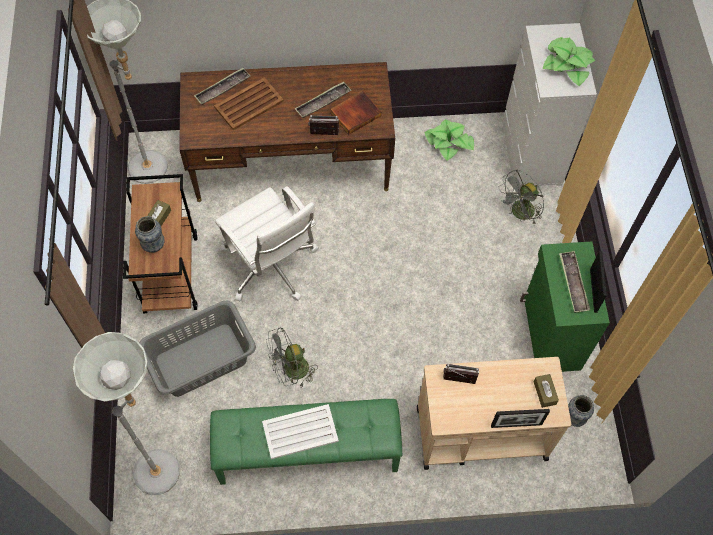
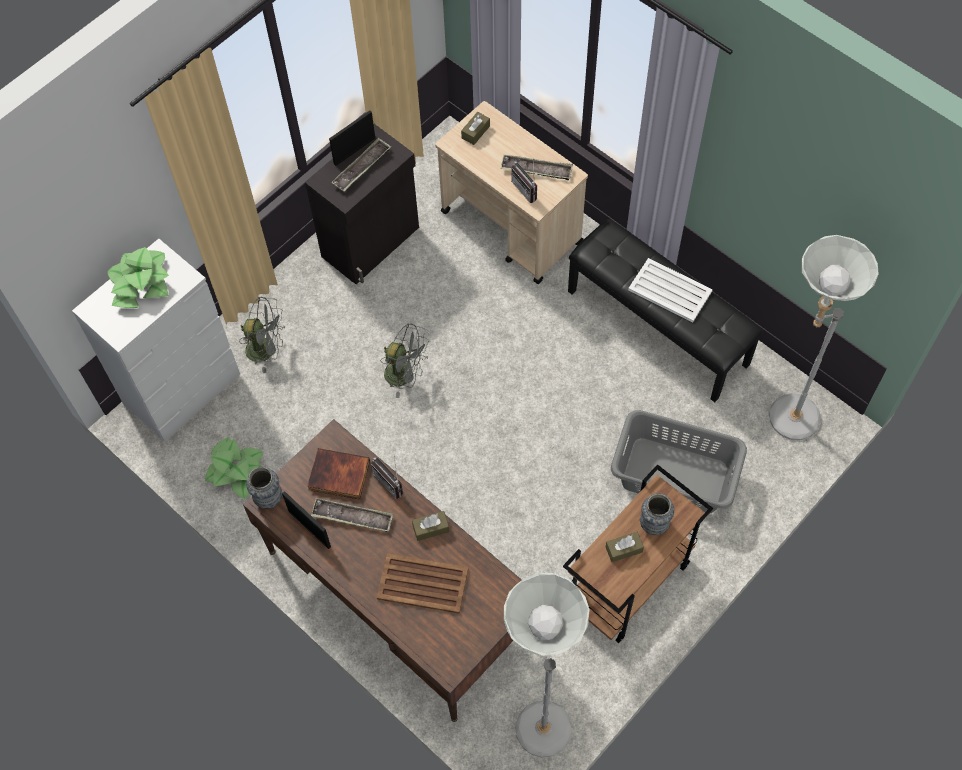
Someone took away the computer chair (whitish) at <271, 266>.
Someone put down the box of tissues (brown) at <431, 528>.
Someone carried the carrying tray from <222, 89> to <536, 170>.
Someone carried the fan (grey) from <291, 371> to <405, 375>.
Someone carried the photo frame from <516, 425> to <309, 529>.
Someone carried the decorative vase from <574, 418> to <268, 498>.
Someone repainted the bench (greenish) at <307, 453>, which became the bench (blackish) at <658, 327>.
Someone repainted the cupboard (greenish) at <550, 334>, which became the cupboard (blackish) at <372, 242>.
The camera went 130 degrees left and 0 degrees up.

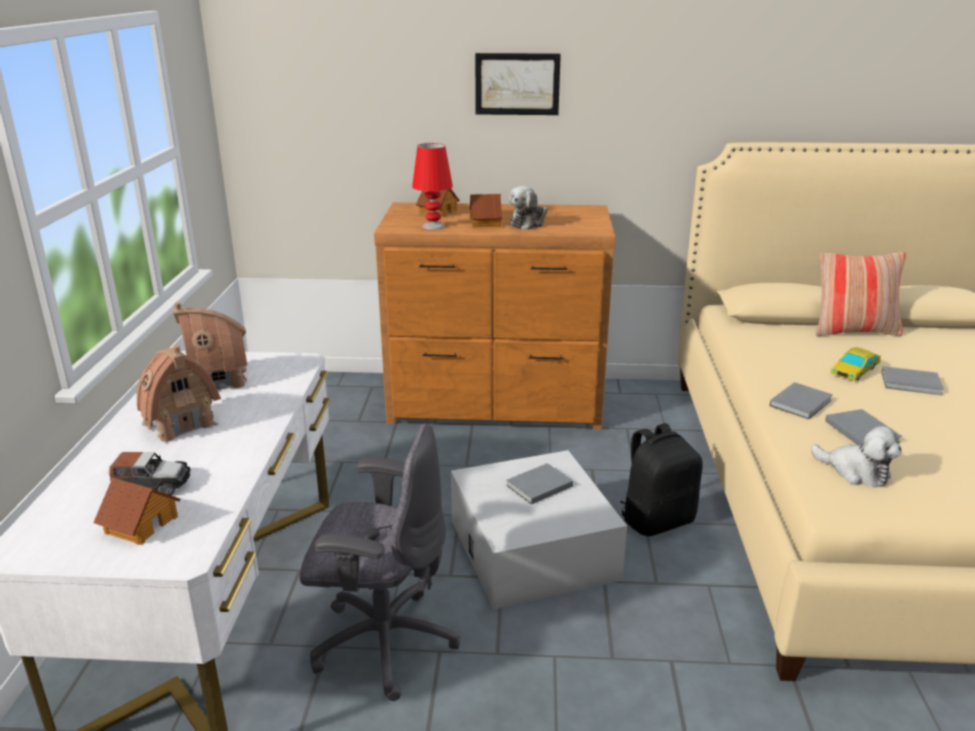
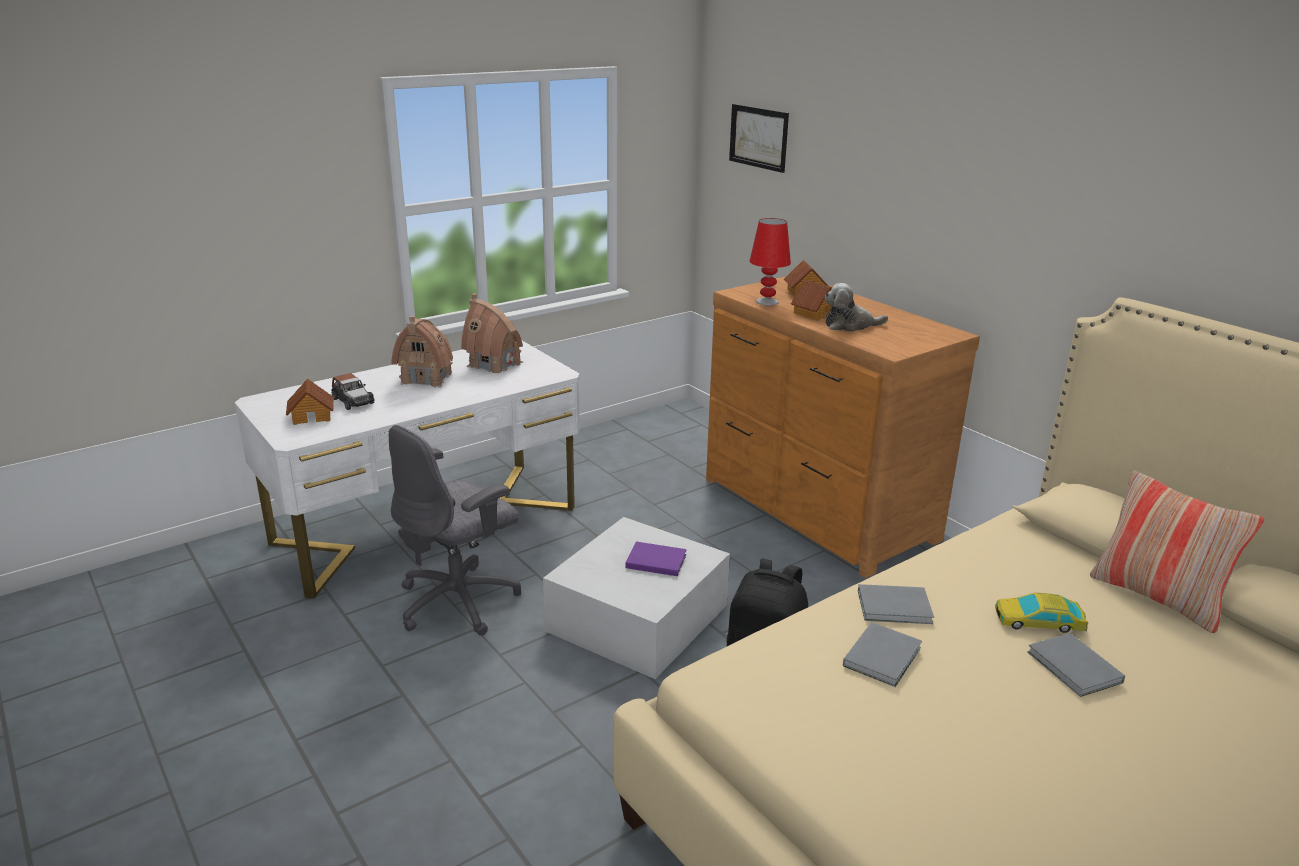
Someone took away the cuddly toy at <856, 472>.
Someone carried the picture from <517, 84> to <758, 137>.
Someone repainted the book (grey) at <537, 486>, which became the book (purplish) at <654, 560>.
Someone rotated the computer chair (grey) at <382, 642> by 75 degrees clockwise.
The camera went 50 degrees right and 0 degrees up.

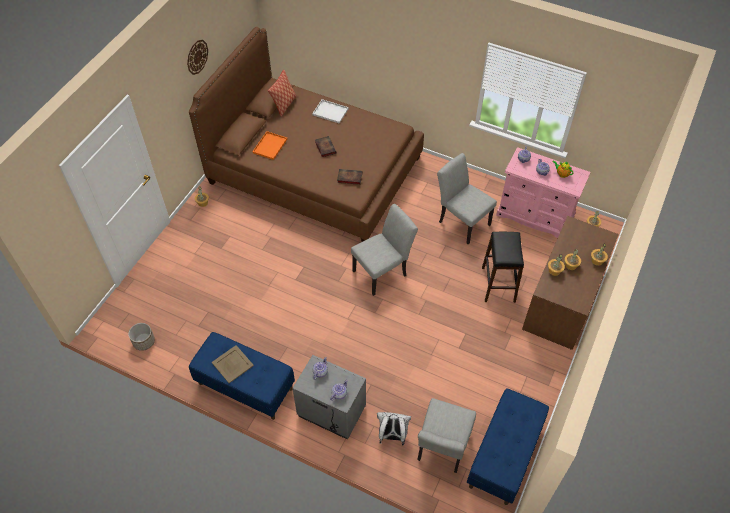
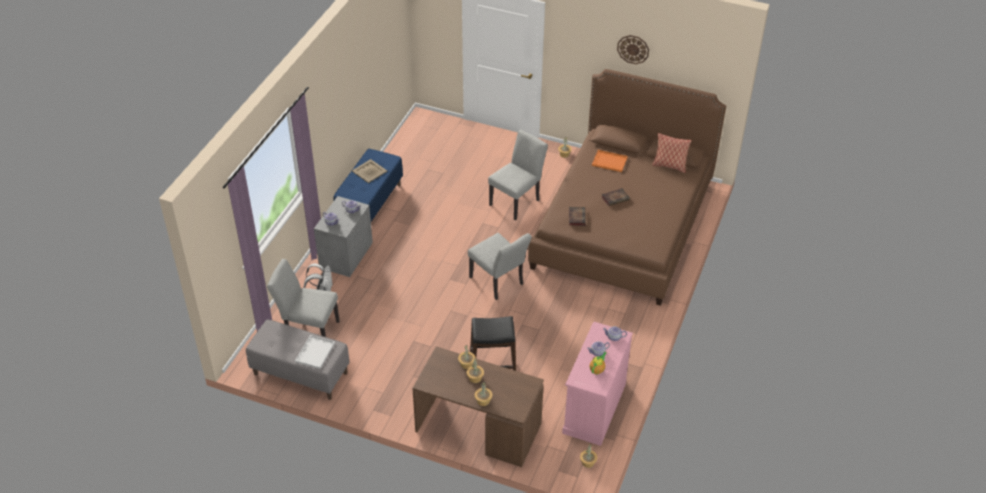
Someone took away the plant pot at <144, 341>.
Someone carried the carrying tray (whitish) from <331, 112> to <315, 353>.
Someone carried the chair (grey) from <461, 221> to <517, 201>.
Someone repainted the bench (blue-coloured) at <504, 456>, which became the bench (grey) at <300, 373>.
The camera went 85 degrees right and 10 degrees down.

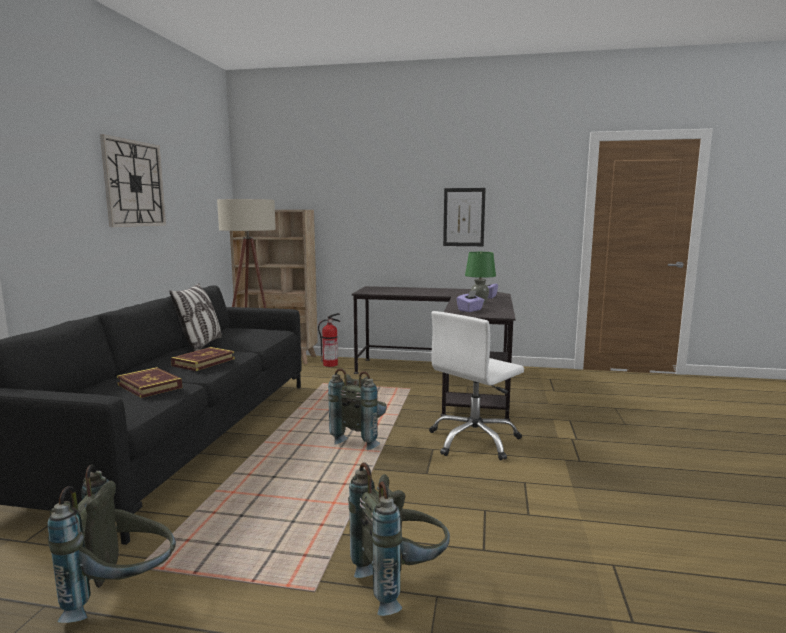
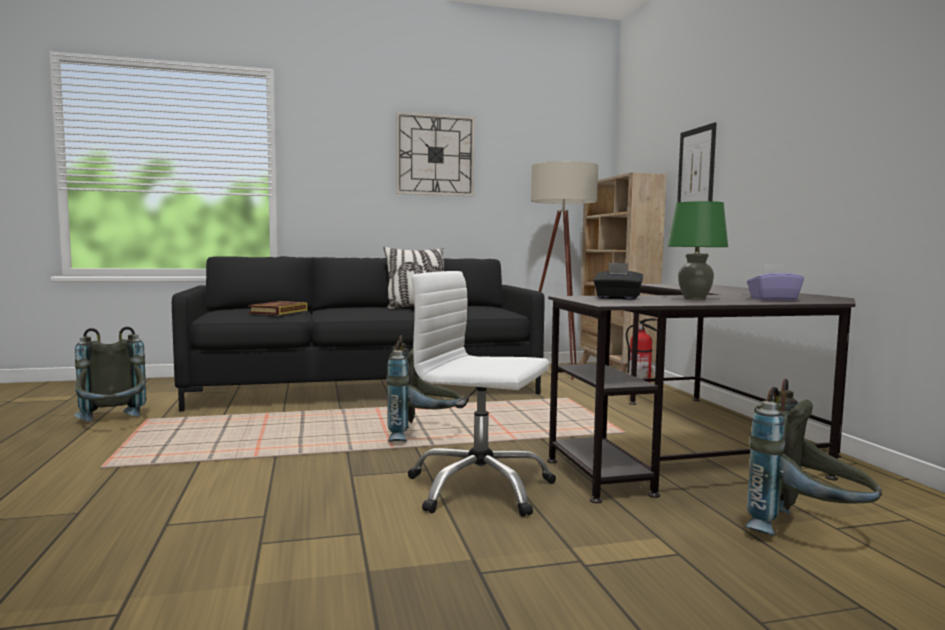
Someone took away the book at <203, 362>.
Someone carried the backpack (grey) from <401, 582> to <806, 533>.
Someone carried the picture from <464, 217> to <696, 169>.
Someone repainted the box of tissues (purplish) at <470, 310>, which became the box of tissues (blackish) at <617, 298>.
The camera went 65 degrees right and 5 degrees down.

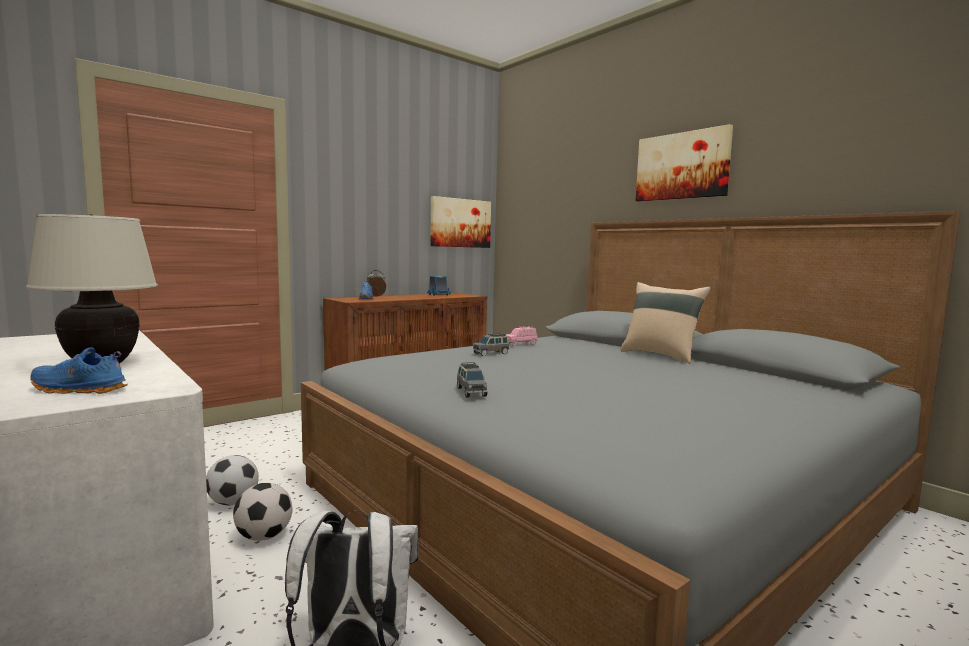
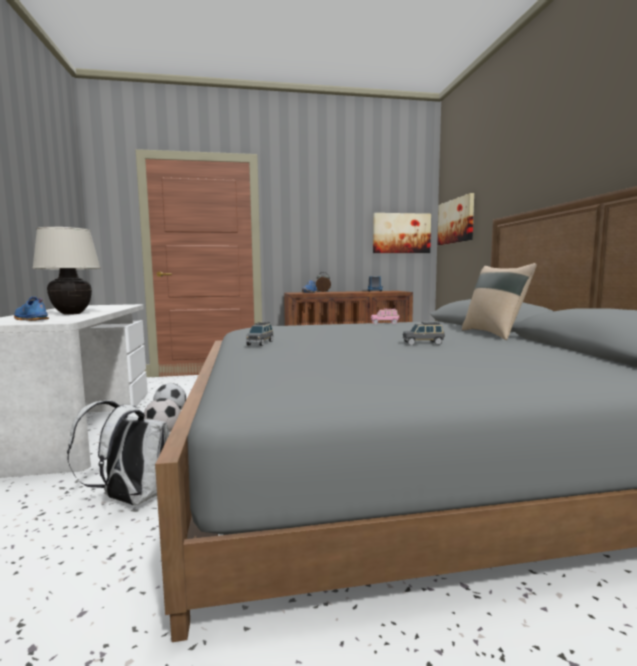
Someone carried the model car (grey) from <491, 353> to <423, 343>.
Someone carried the picture from <682, 166> to <456, 221>.
The camera went 30 degrees right and 0 degrees up.

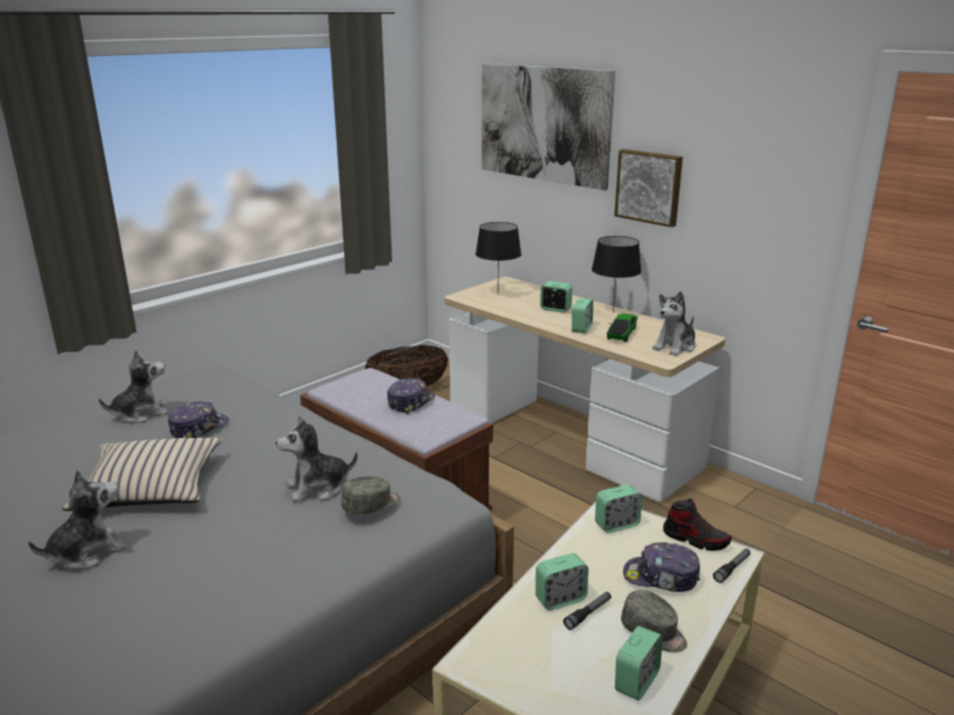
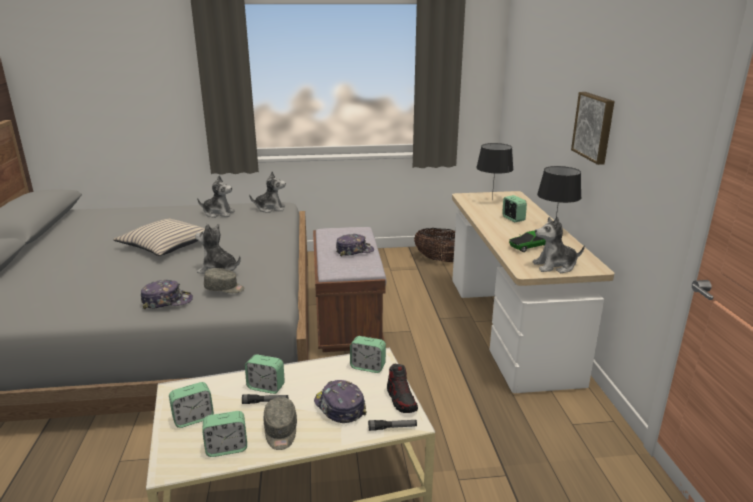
Someone took away the picture at <543, 124>.
Someone carried the cuddly toy from <87, 552> to <270, 208>.
Someone carried the peaked cap from <199, 428> to <167, 301>.
Someone carried the table clock from <581, 328> to <193, 418>.
The camera went 40 degrees right and 0 degrees up.

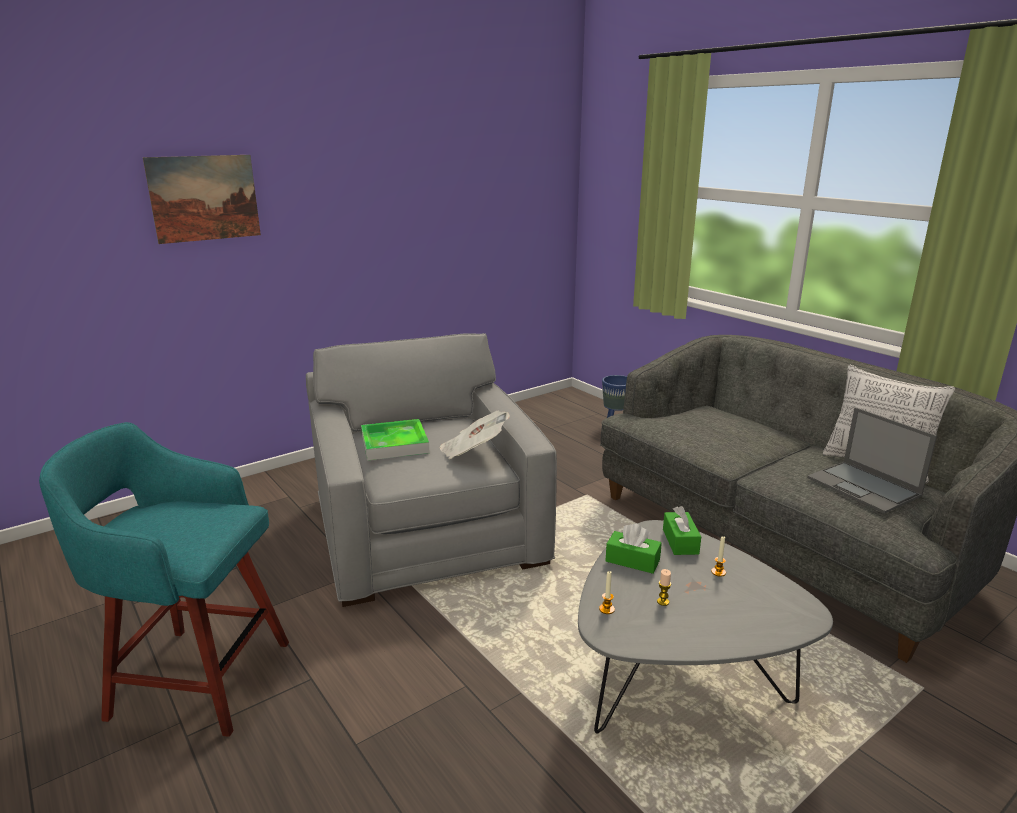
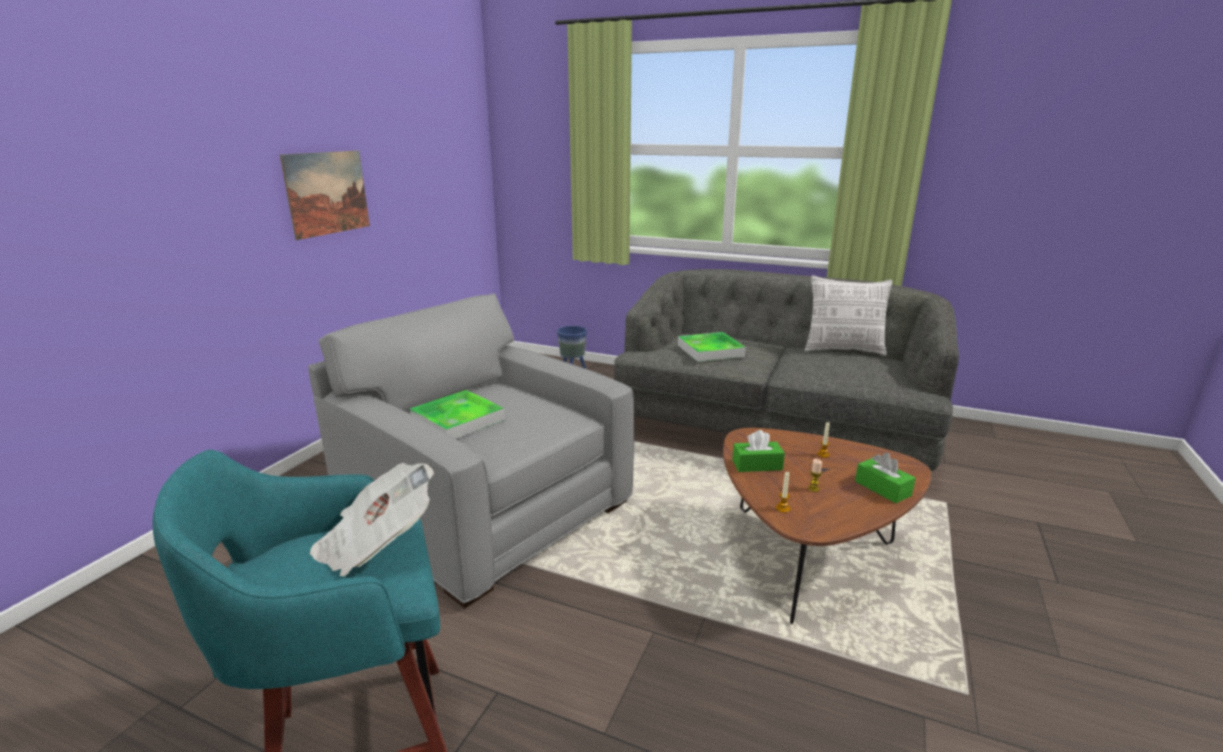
Someone took away the laptop at <864, 487>.
Someone put down the carrying tray at <710, 350>.
Someone carried the picture from <204, 198> to <327, 193>.
Someone carried the printed paper from <473, 451> to <376, 543>.
Someone carried the box of tissues (greenish) from <680, 541> to <882, 488>.
Someone repainted the low table (grey) at <678, 680>, which became the low table (brown) at <806, 557>.
The camera went 30 degrees left and 0 degrees up.

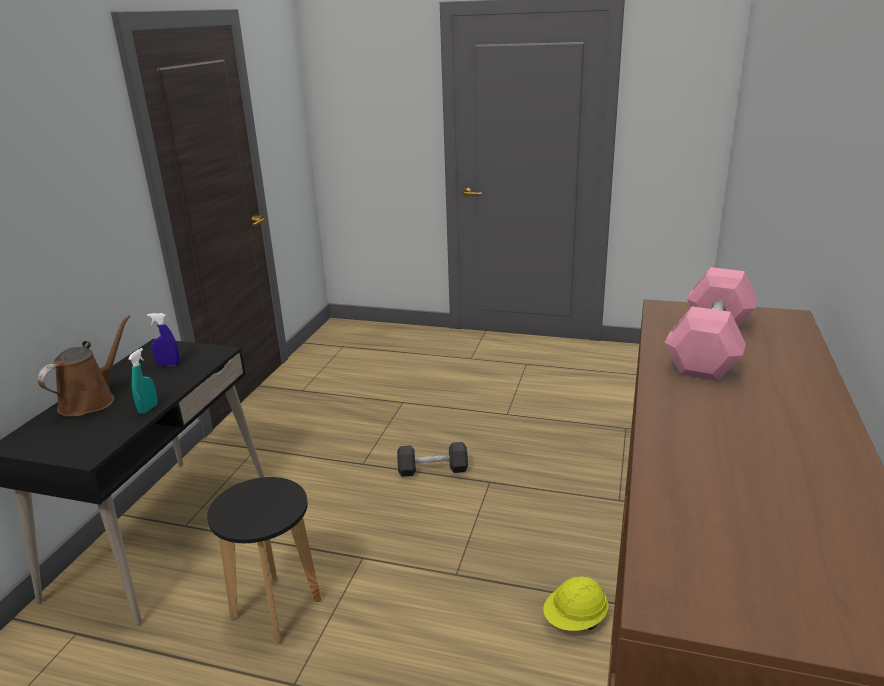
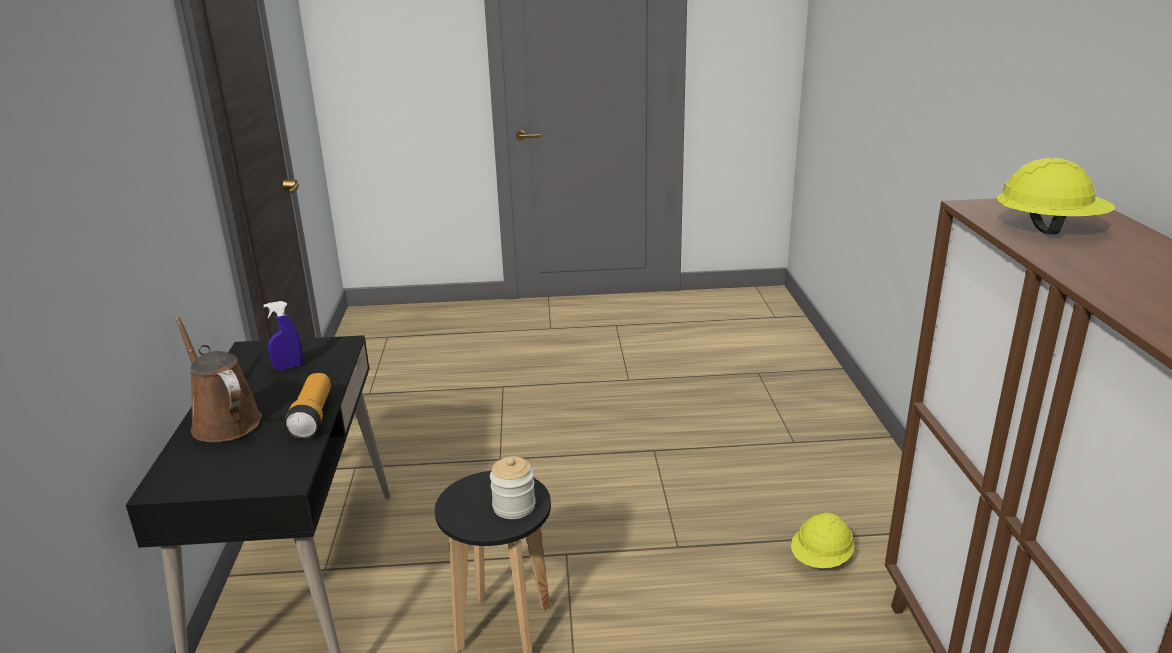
Someone took away the free weight (blackish) at <432, 469>.
Someone put down the storage jar at <514, 506>.
Someone swapped the sprayer (turquoise-coloured) at <148, 408> for the flashlight at <312, 417>.
Someone swapped the free weight (pinkish) at <710, 346> for the work helmet (yellow) at <1048, 229>.
Someone rotated the watering can (brown) at <91, 400> by 45 degrees counterclockwise.
The camera went 20 degrees left and 0 degrees up.

